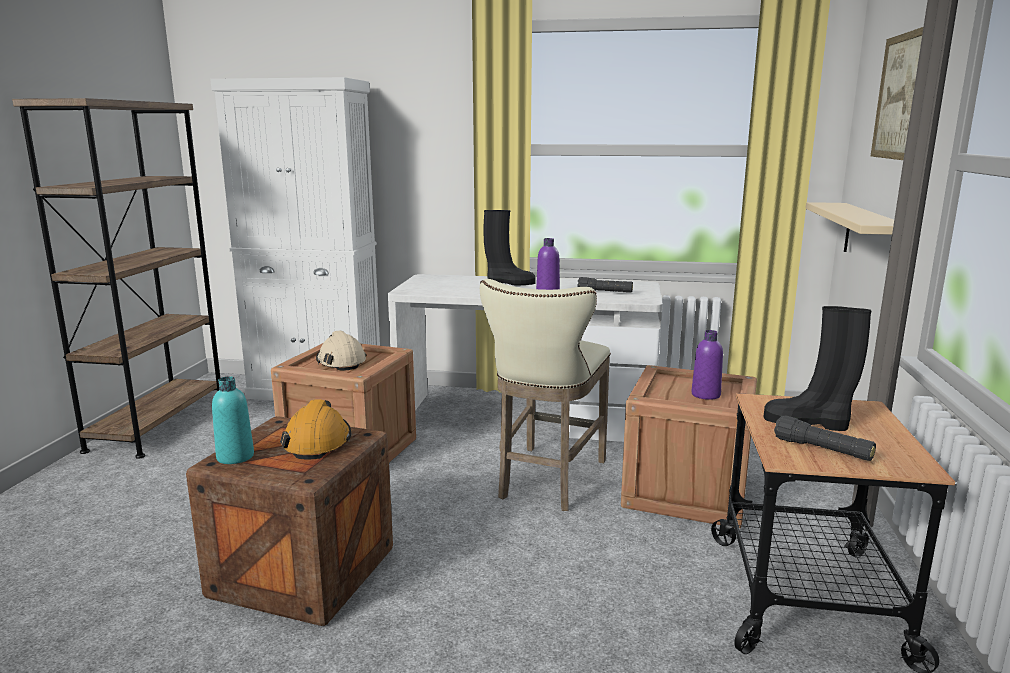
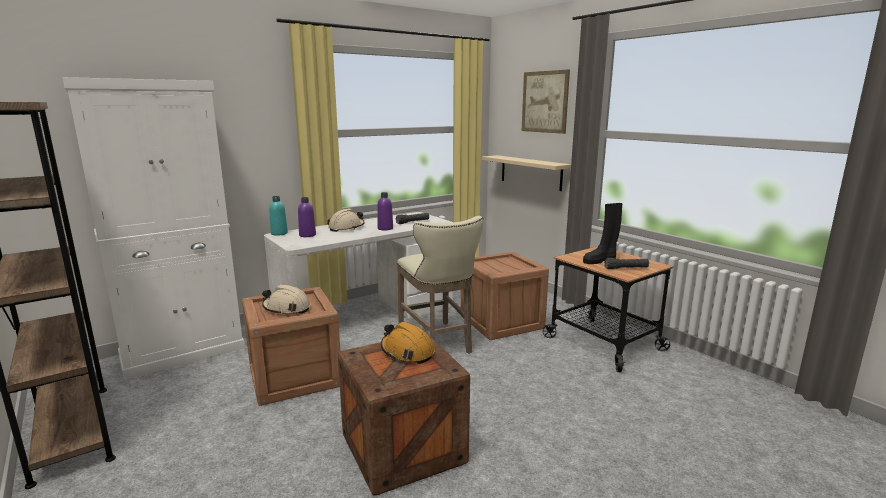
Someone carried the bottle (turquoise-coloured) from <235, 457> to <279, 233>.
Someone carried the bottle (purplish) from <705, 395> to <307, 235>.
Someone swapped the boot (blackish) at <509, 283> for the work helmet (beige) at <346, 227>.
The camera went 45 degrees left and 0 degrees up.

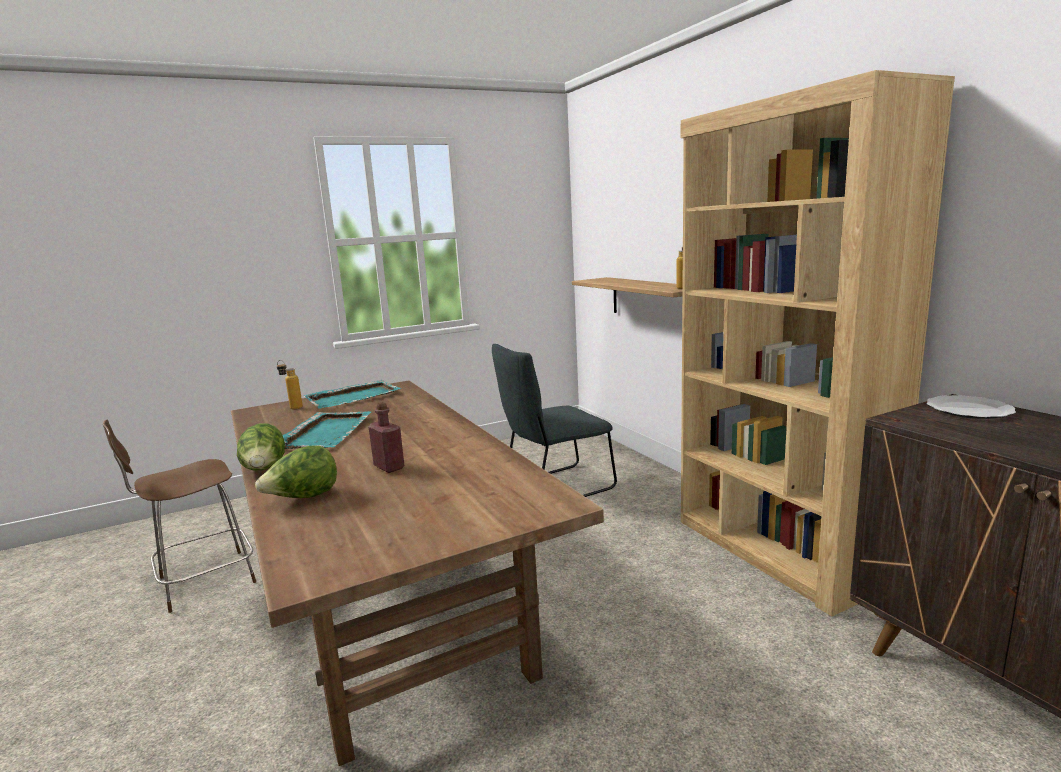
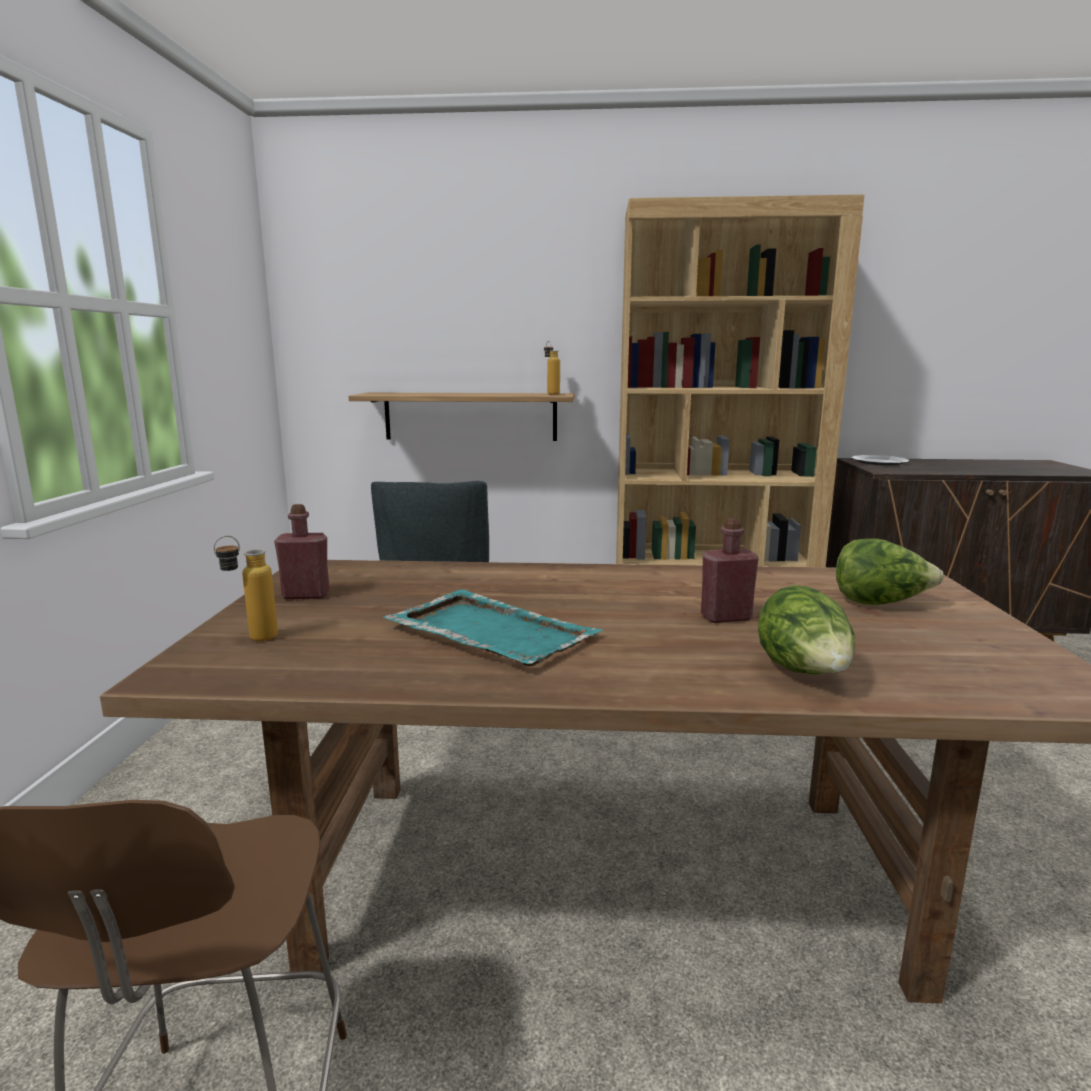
Someone carried the lettuce head from <265, 470> to <880, 603>.
Someone swapped the carrying tray (turquoise-coloured) at <354, 397> for the bottle (red-coloured) at <306, 595>.
The camera went 60 degrees left and 0 degrees up.

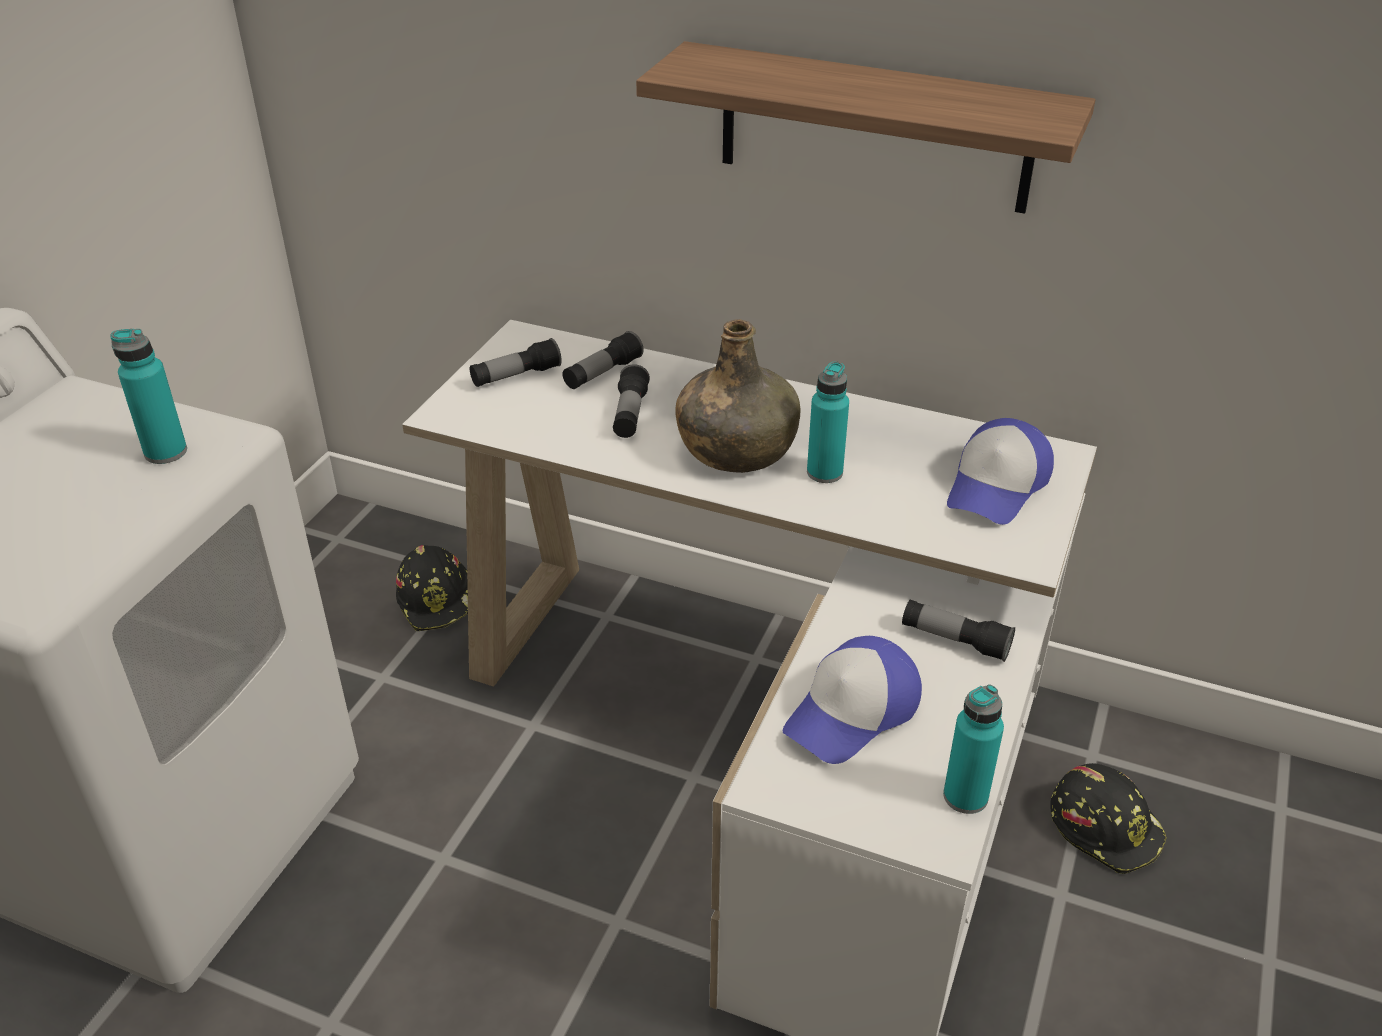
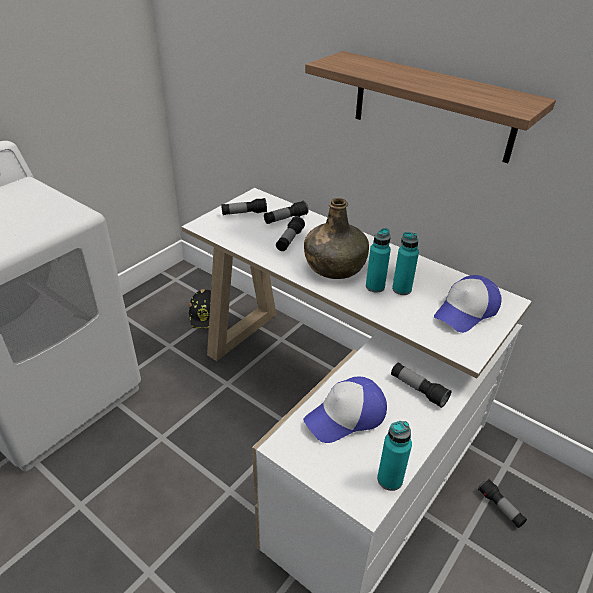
Someone carried the bottle (turquoise-coloured) from <166, 452> to <401, 289>.
Someone swapped the work helmet (blackish) at <1105, 827> for the flashlight at <500, 507>.
The camera went 15 degrees right and 0 degrees up.

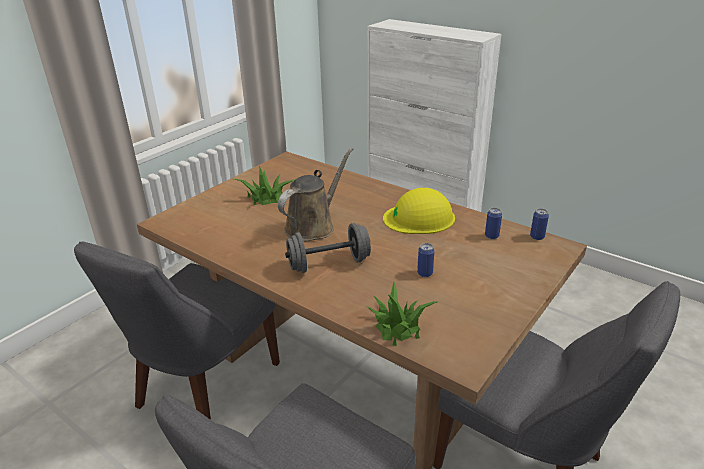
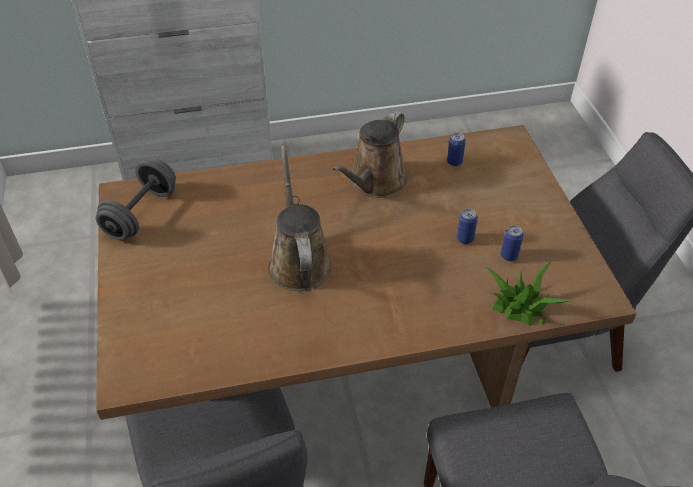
Someone took away the houseplant at <266, 197>.
Someone carried the free weight (grey) from <329, 264> to <141, 214>.
Someone carried the can from <537, 237> to <509, 255>.
Someone swapped the work helmet (yellow) at <419, 218> for the watering can (brown) at <374, 182>.
The camera went 50 degrees left and 15 degrees up.

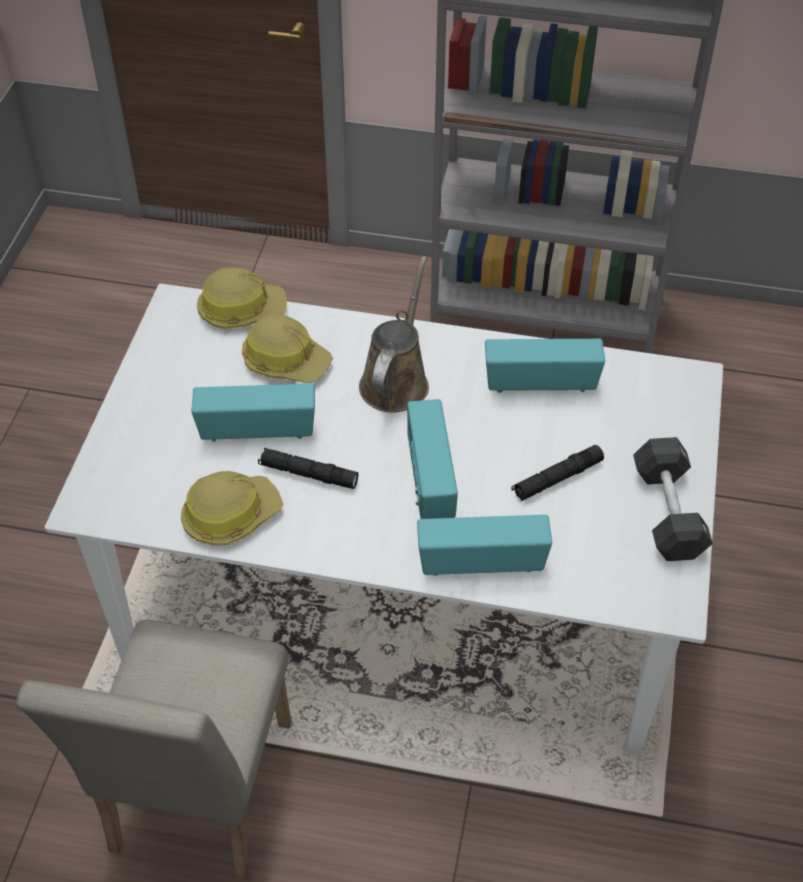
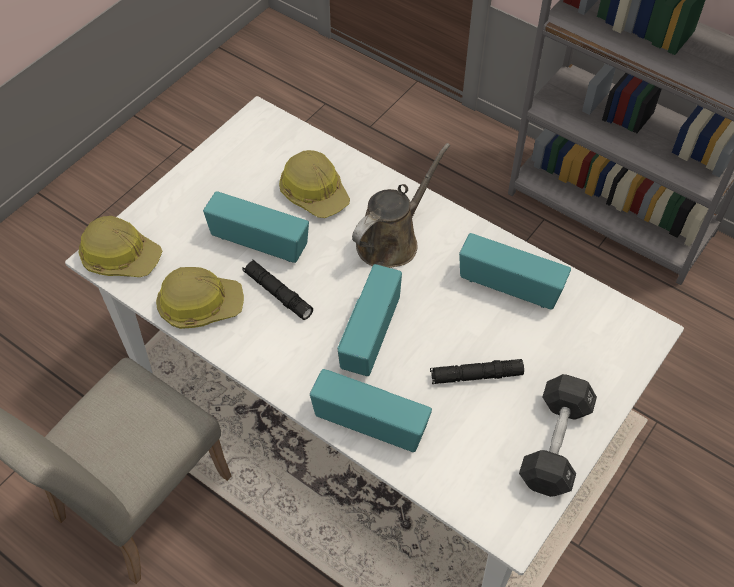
Someone carried the work helmet from <241, 310> to <120, 256>.
The camera went 25 degrees right and 5 degrees up.

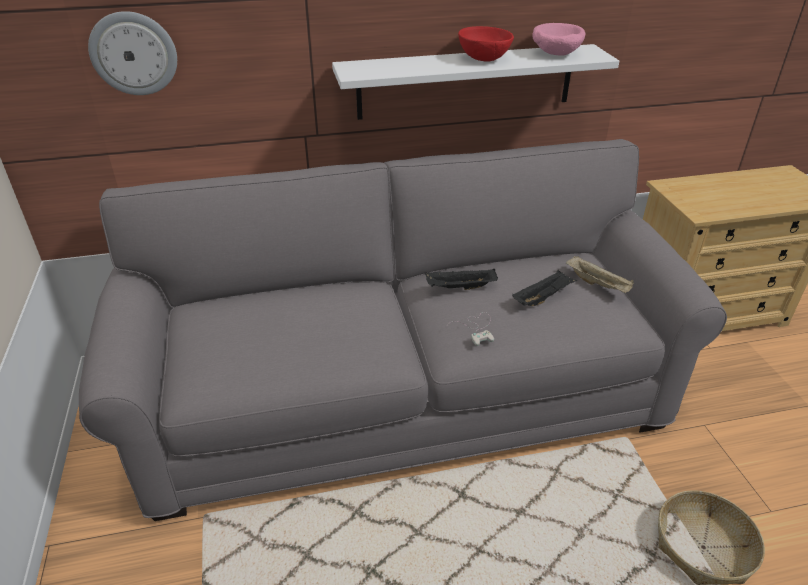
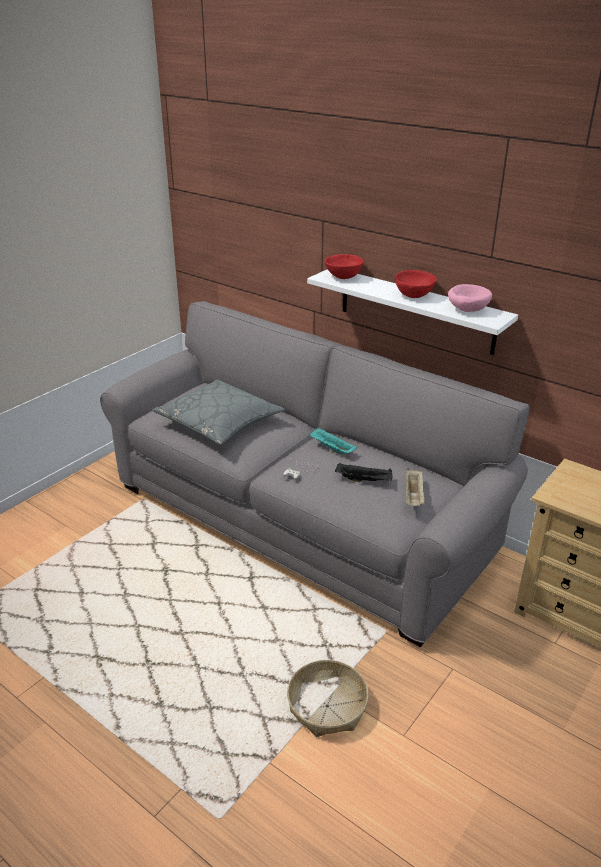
Someone took away the wall clock at <134, 53>.
Someone put down the throw pillow (grey) at <219, 422>.
Someone put down the deep dish (red-coloured) at <342, 277>.
Someone repainted the carrying tray (blackish) at <460, 288>, which became the carrying tray (turquoise-coloured) at <331, 448>.
The camera went 50 degrees right and 5 degrees down.

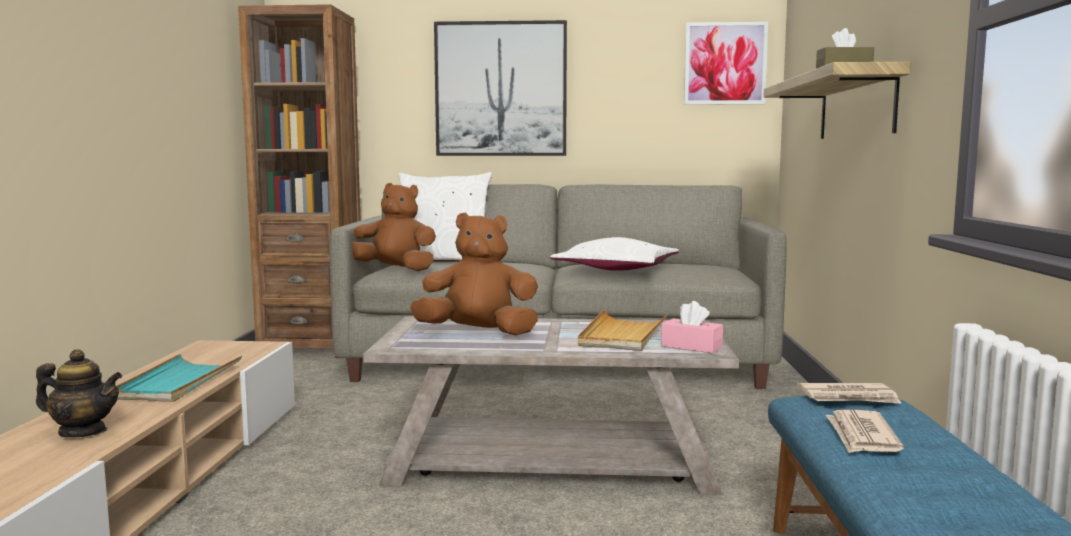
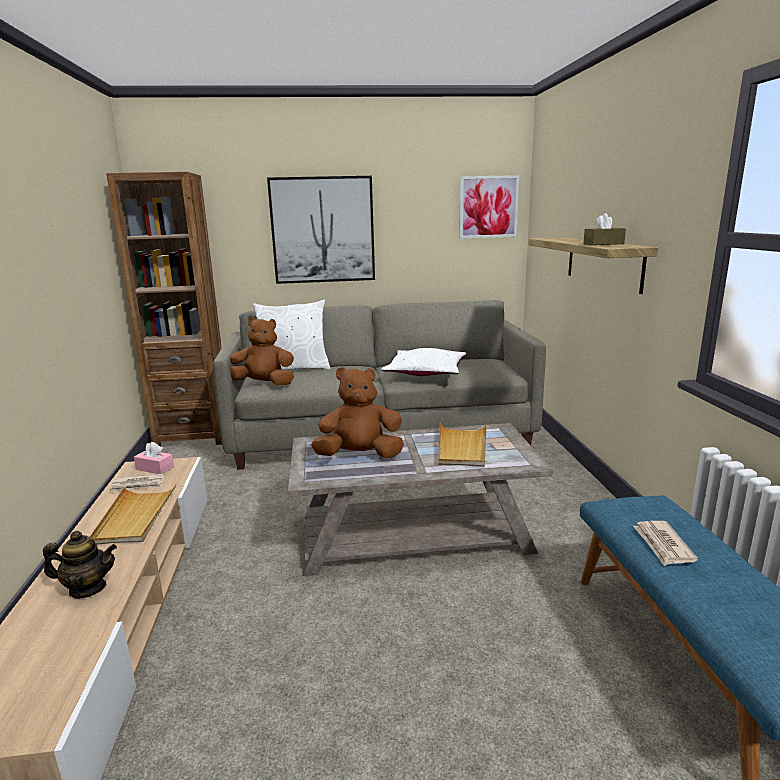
Someone carried the box of tissues (pinkish) from <691, 347> to <155, 468>.
Someone carried the printed paper from <849, 397> to <138, 485>.
Someone repainted the carrying tray (turquoise-coloured) at <178, 382>, which became the carrying tray (beige) at <135, 517>.
The camera went 10 degrees left and 10 degrees up.

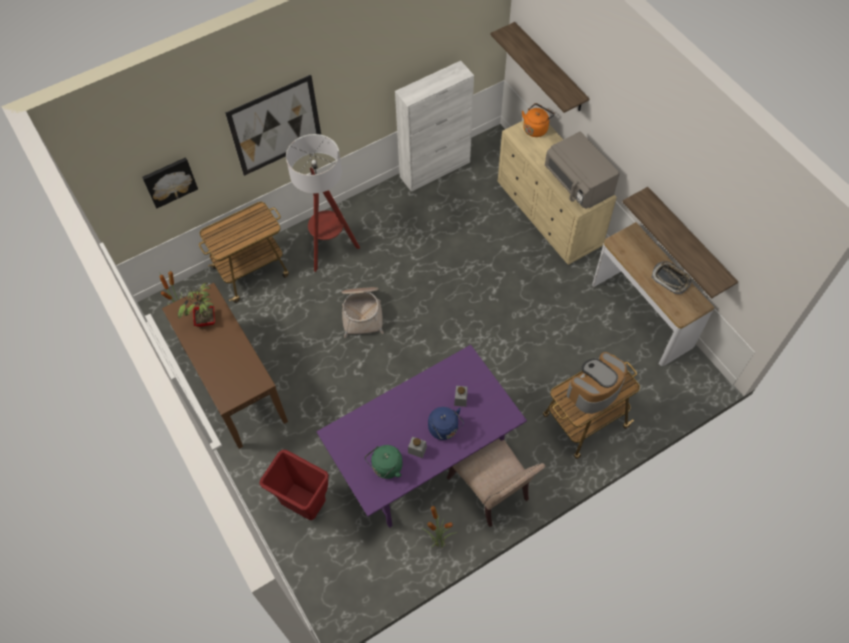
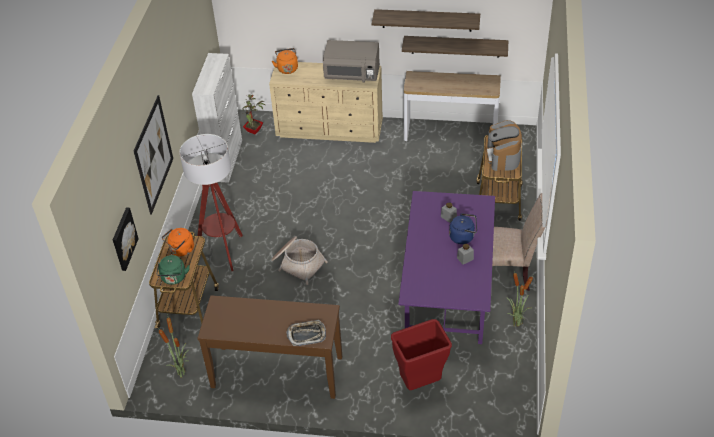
Someone put down the tea kettle (orange) at <181, 250>.
Someone carried the houseplant from <206, 321> to <254, 131>.
Someone carried the tea kettle (greenish) from <386, 468> to <174, 278>.
Someone carried the wall shelf from <549, 68> to <426, 20>.
Someone carried the carrying tray from <670, 279> to <306, 335>.
The camera went 50 degrees left and 15 degrees down.

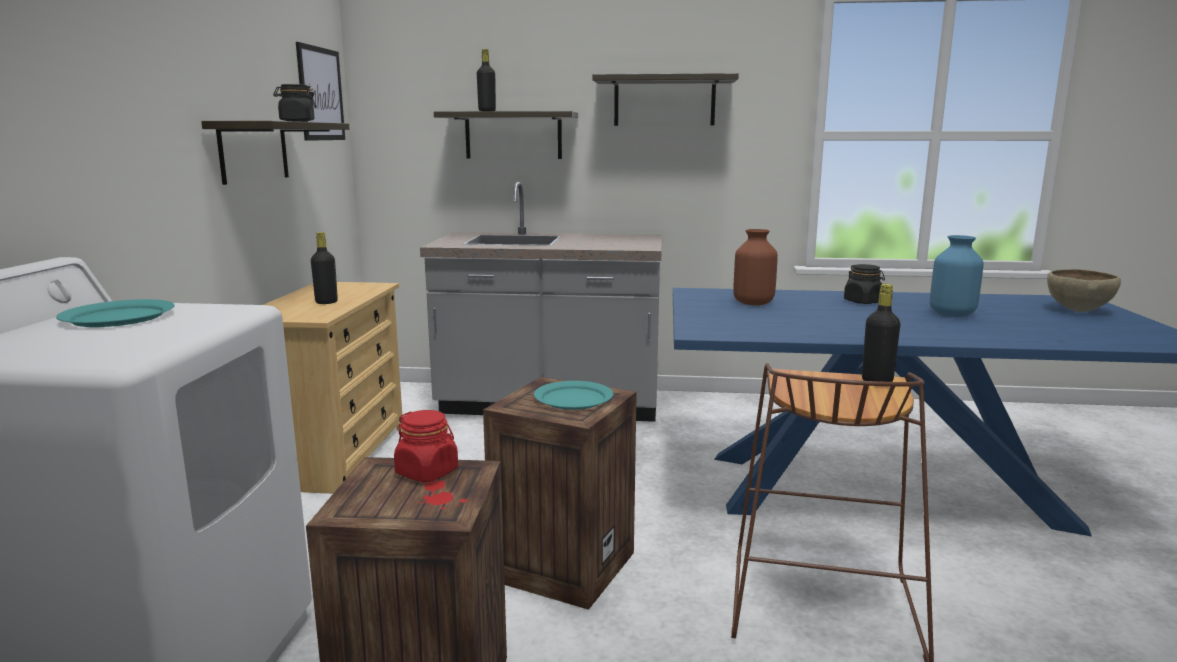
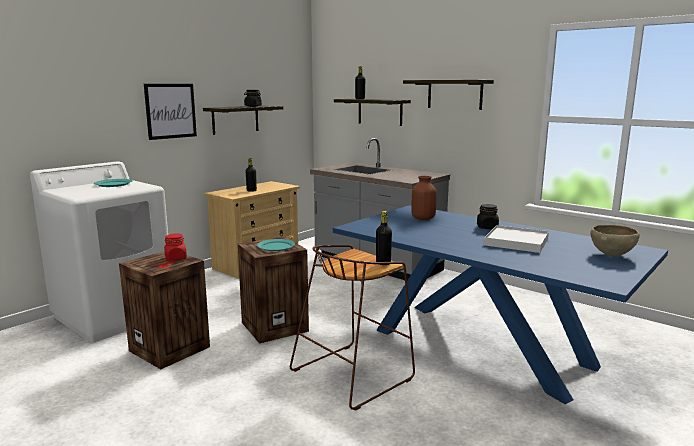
Someone carried the picture from <320, 94> to <170, 111>.
Someone swapped the decorative vase (blue-coloured) at <952, 314> for the carrying tray (whitish) at <516, 242>.
The camera went 35 degrees right and 0 degrees up.

